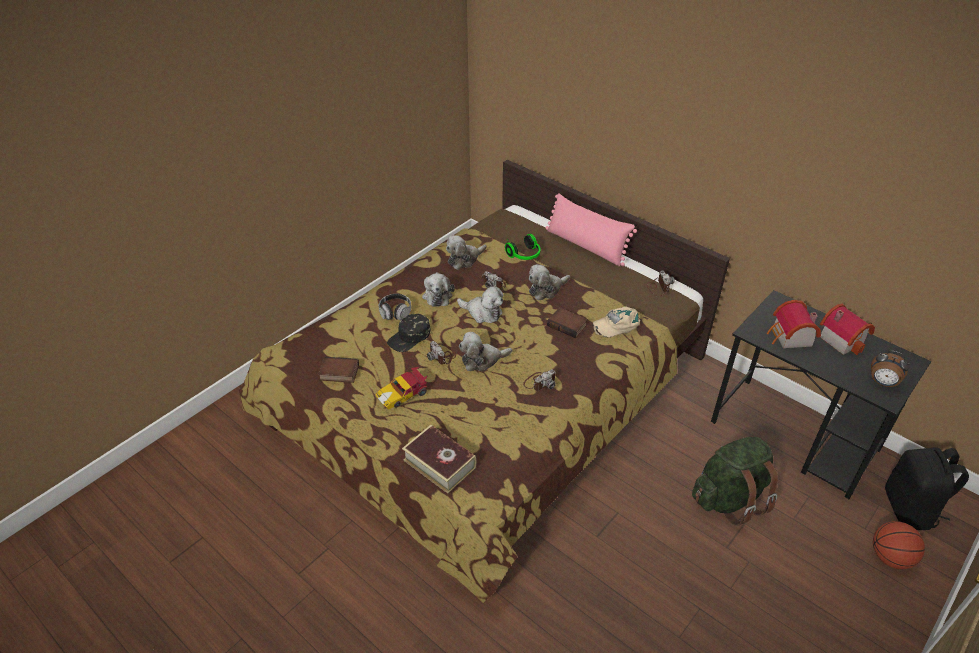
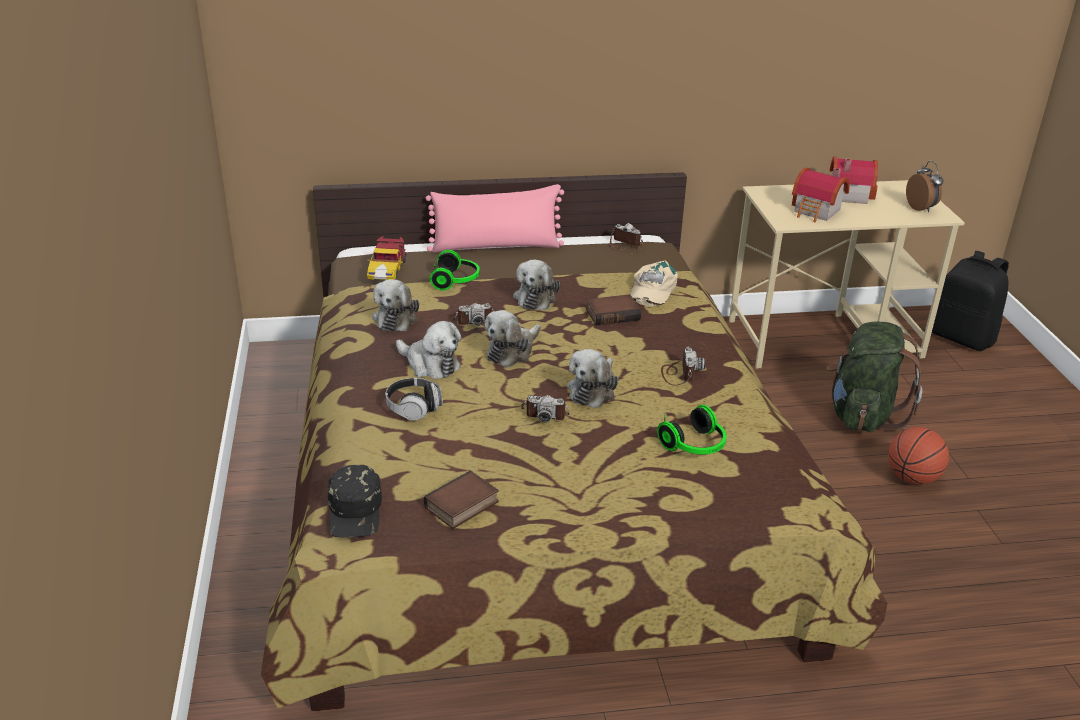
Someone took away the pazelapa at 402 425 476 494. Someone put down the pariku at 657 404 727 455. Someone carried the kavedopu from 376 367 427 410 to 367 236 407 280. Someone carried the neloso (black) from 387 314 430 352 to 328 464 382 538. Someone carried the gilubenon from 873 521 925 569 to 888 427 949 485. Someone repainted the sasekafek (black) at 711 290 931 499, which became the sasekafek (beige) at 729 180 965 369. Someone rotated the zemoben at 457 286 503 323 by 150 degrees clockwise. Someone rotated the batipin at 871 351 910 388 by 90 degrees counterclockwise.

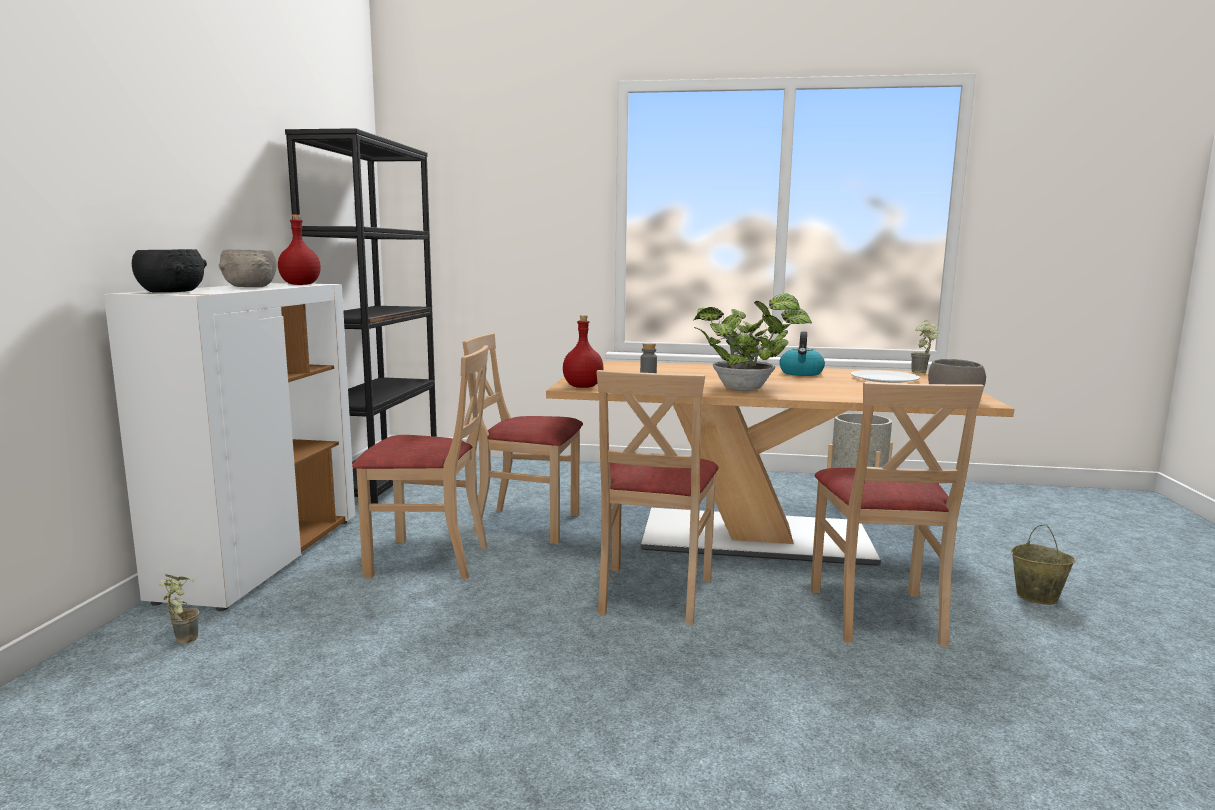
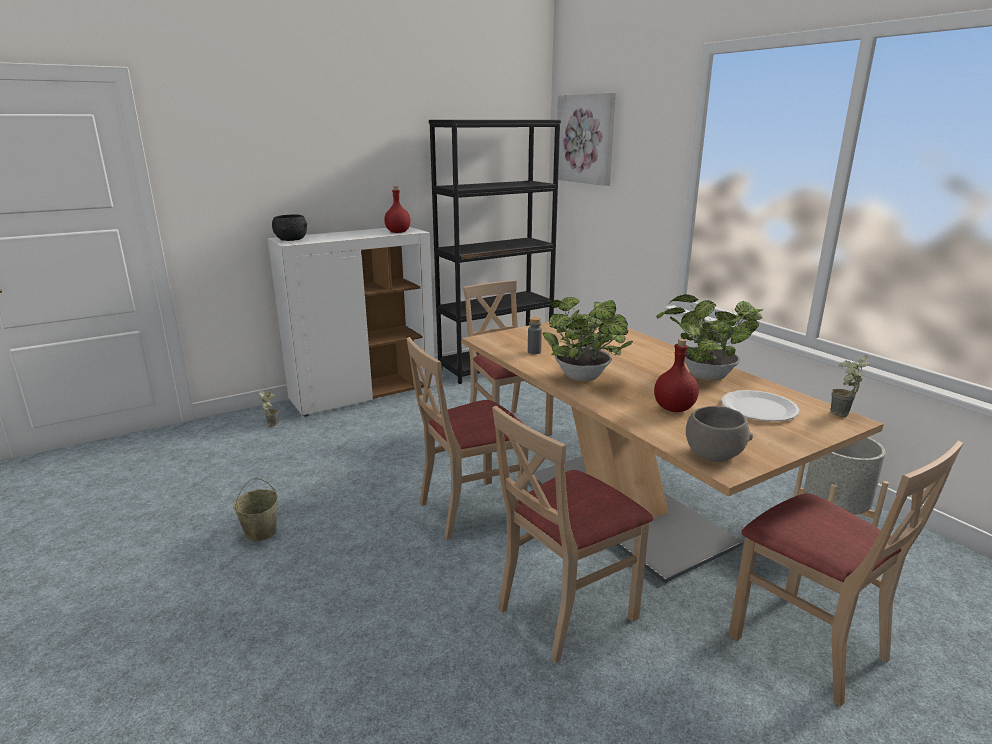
Someone took away the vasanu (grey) at 219 249 277 287. Someone put up the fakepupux at 557 93 616 186. Someone carried the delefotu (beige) from 352 345 489 579 to 728 440 963 707. Someone carried the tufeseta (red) from 563 315 604 388 to 654 339 699 412. Someone carried the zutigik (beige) from 1011 524 1075 605 to 233 478 278 541. Someone swapped the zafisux at 779 331 825 376 for the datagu at 656 294 763 380.

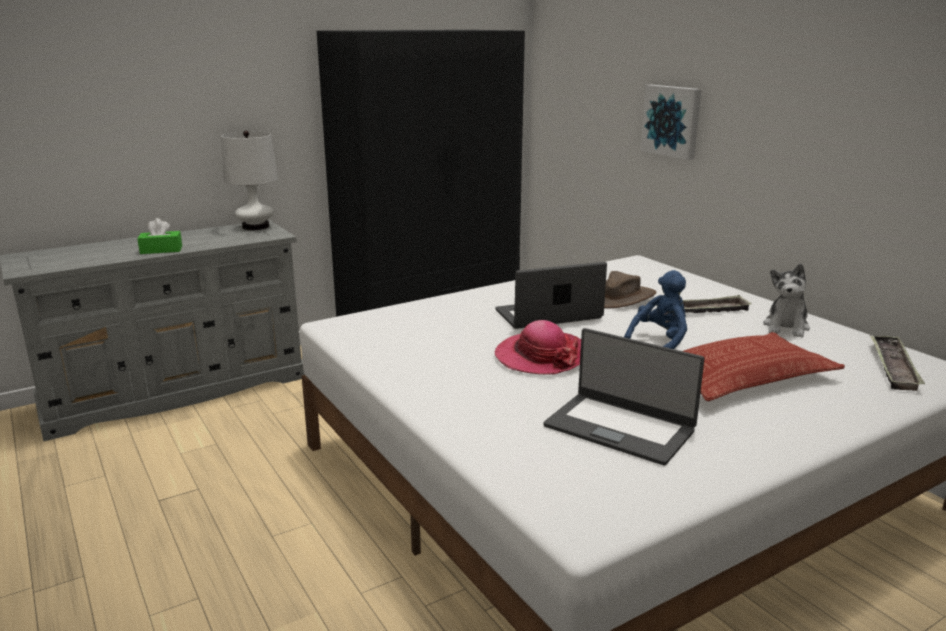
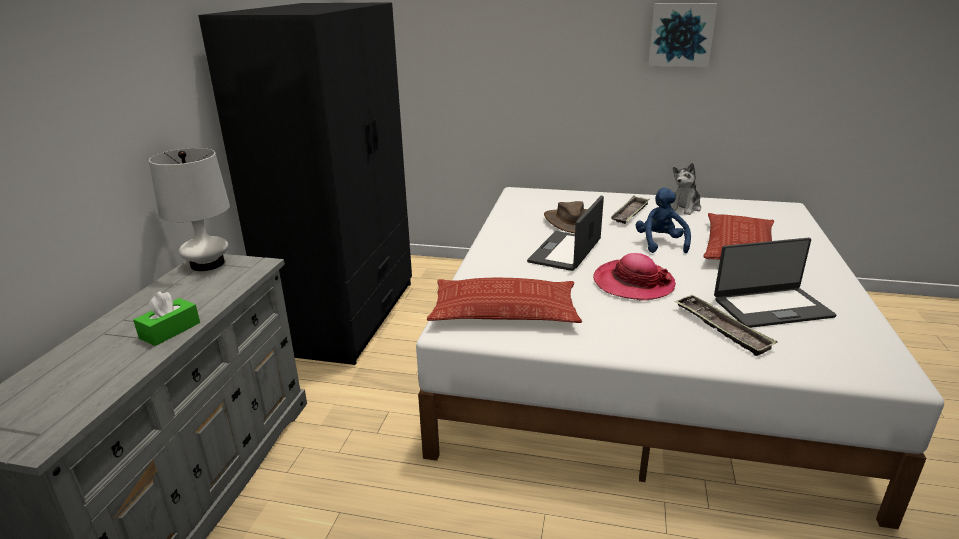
Someone put down the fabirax at 427 278 582 323. Someone carried the fakepupux from 641 85 701 160 to 648 3 717 67. Someone carried the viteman from 870 336 925 391 to 674 295 778 356. Someone rotated the zemoben at 763 264 810 338 by 60 degrees clockwise.

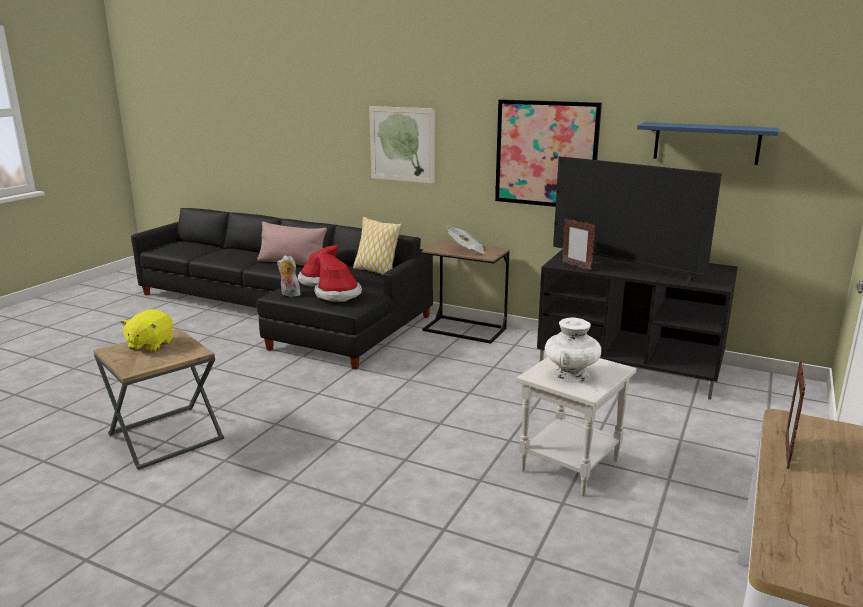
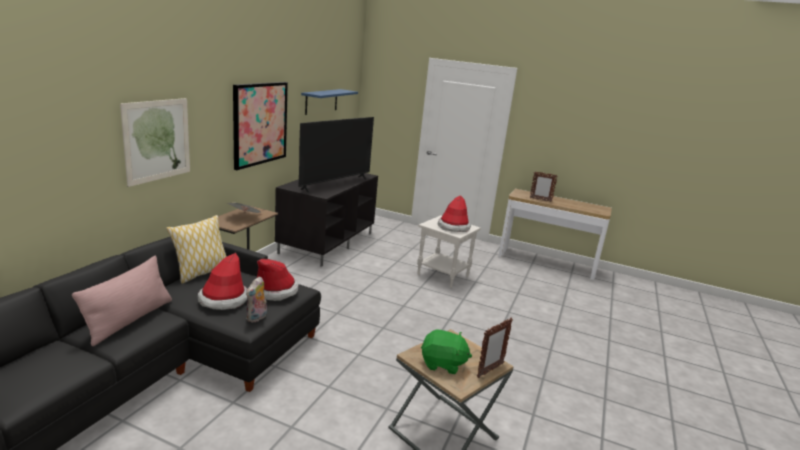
Someone carried the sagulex from 562 218 596 271 to 477 317 513 378. Someone swapped the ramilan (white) at 545 318 601 383 for the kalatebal at 438 195 471 232. Someone repainted the zemoben (yellow) at 121 309 173 352, which became the zemoben (green) at 421 329 472 374.

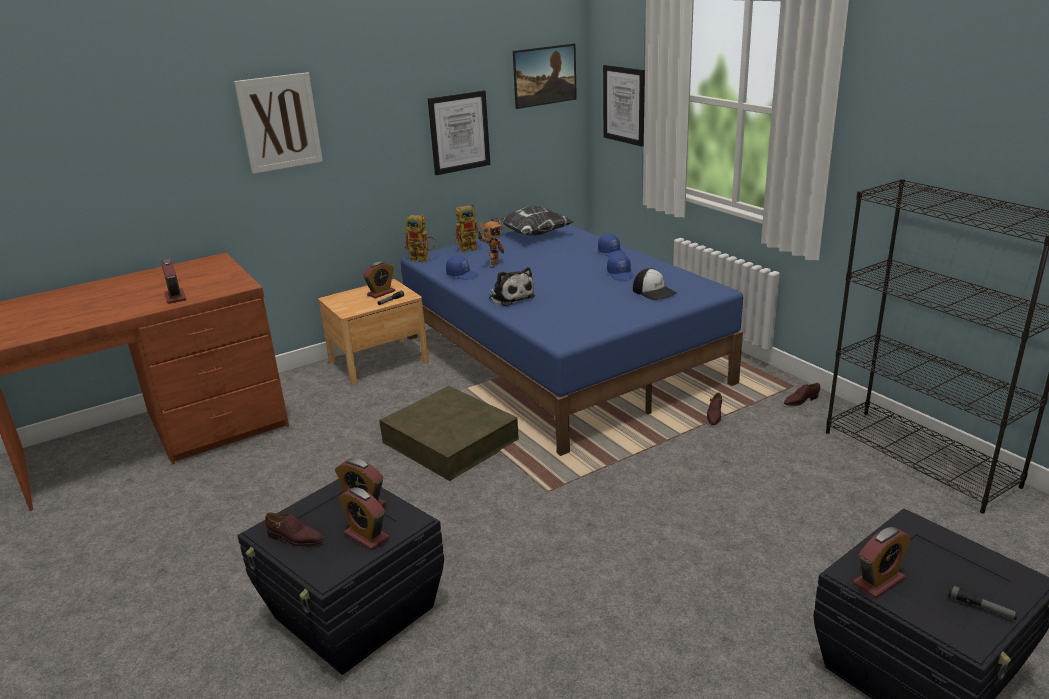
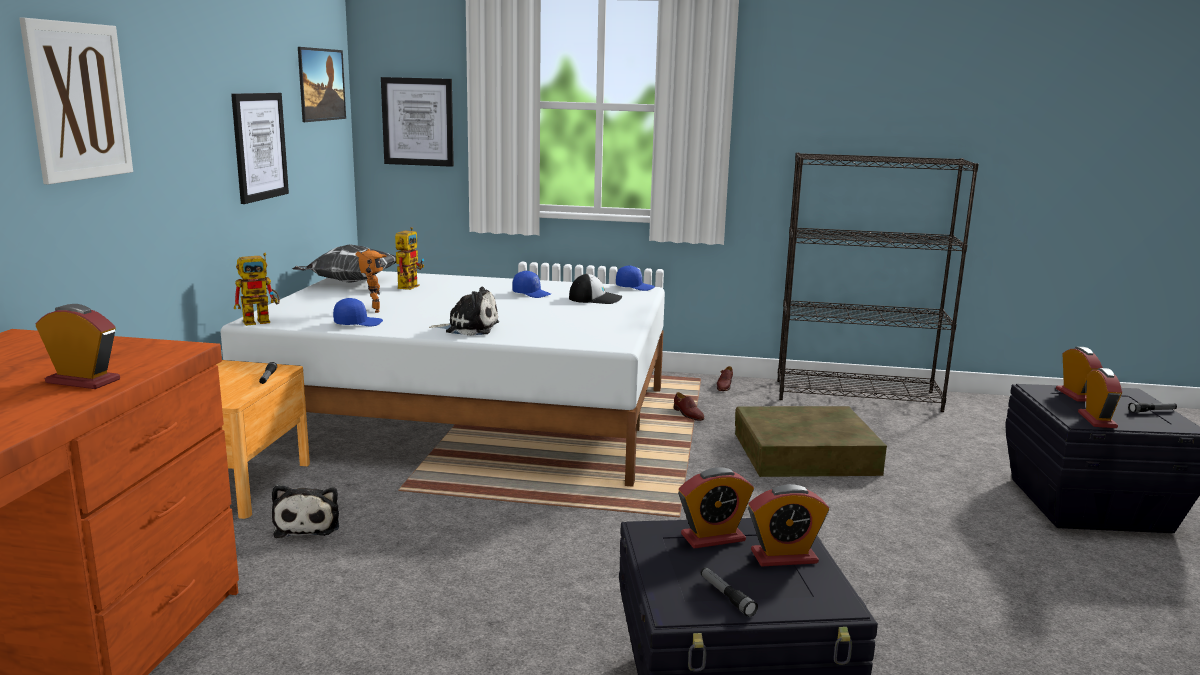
Someone put down the zemoben at 272 485 339 538. Someone carried the batipin from 363 262 395 299 to 1056 347 1103 402. Someone carried the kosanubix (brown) from 379 386 519 481 to 735 406 887 477. Someone carried the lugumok from 455 203 482 253 to 395 227 424 290. Someone carried the neloso (blue) from 598 234 626 258 to 616 265 655 291. Someone swapped the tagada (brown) at 265 512 323 546 for the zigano at 701 567 758 617. Someone repainted the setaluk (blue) at 400 225 743 456, which became the setaluk (white) at 221 271 665 487.

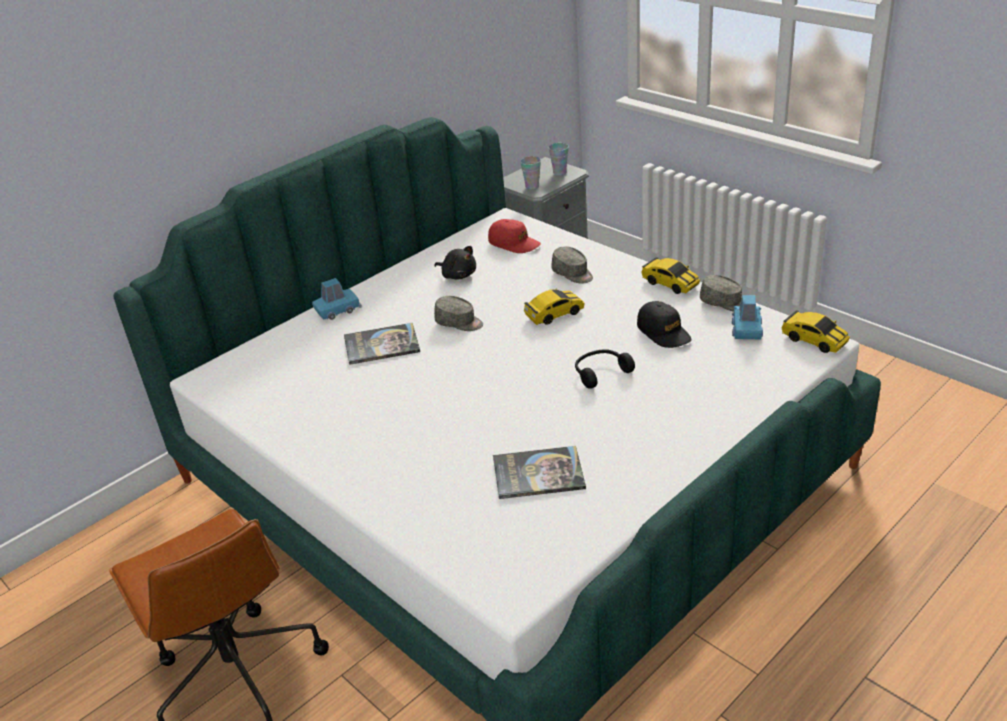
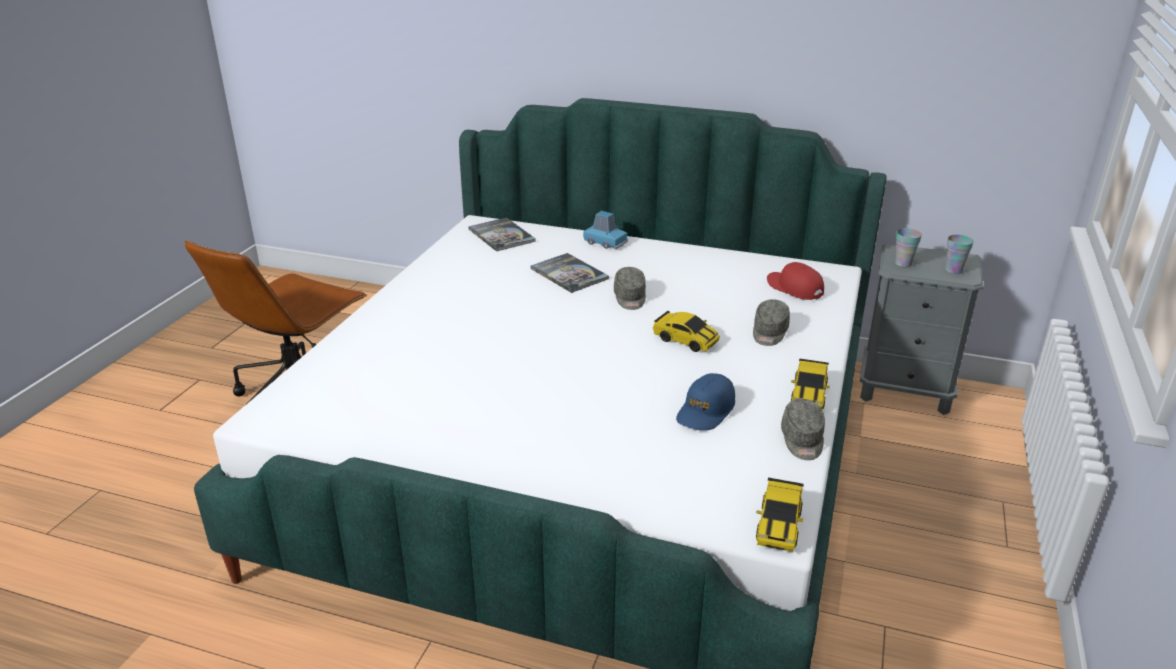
Someone took away the zemoben (black) at 434 246 476 279. Someone took away the pariku (black) at 575 349 635 389. Someone took away the kavedopu (blue) at 732 295 763 339. Someone carried the pazelapa from 493 446 586 499 to 468 217 536 251. Someone repainted the neloso (black) at 637 301 691 348, which became the neloso (blue) at 676 373 735 431. Someone rotated the neloso (red) at 488 219 541 253 by 135 degrees clockwise.

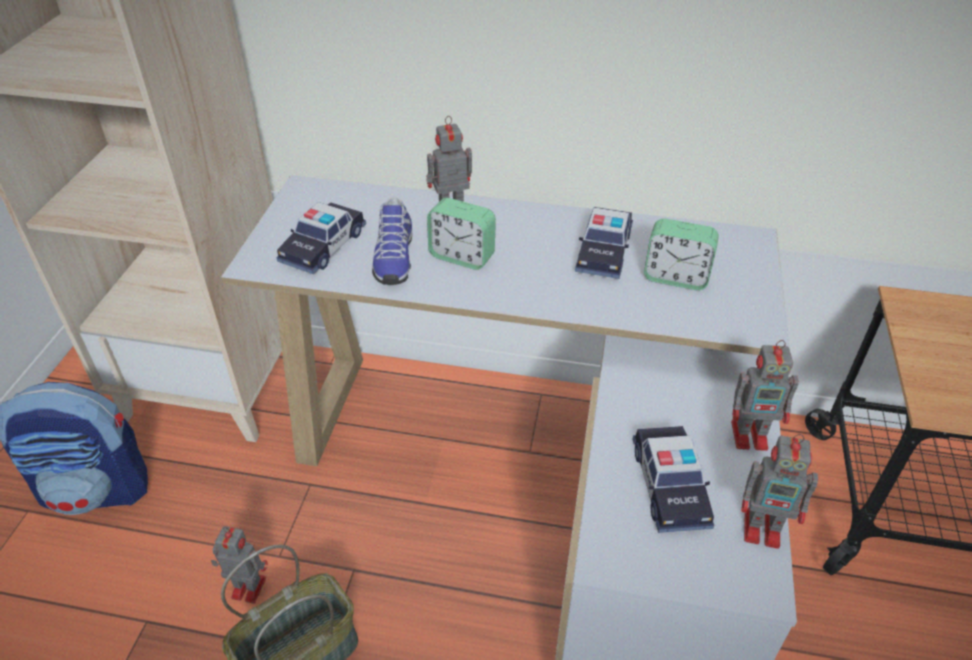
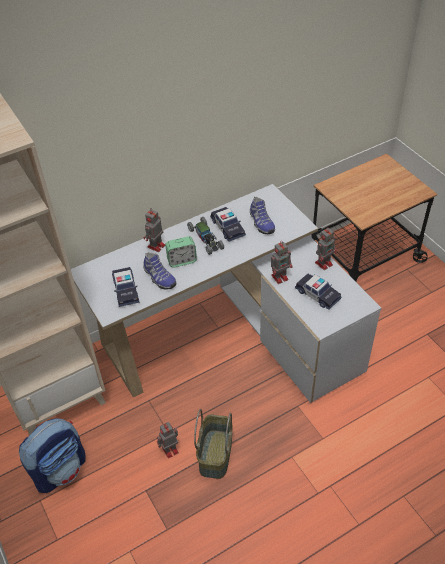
Someone put down the kavedopu at 187 217 224 255. Someone carried the lugumok from 741 434 818 549 to 271 242 292 284. Someone swapped the batipin at 644 219 719 290 for the tagada at 250 197 275 234.

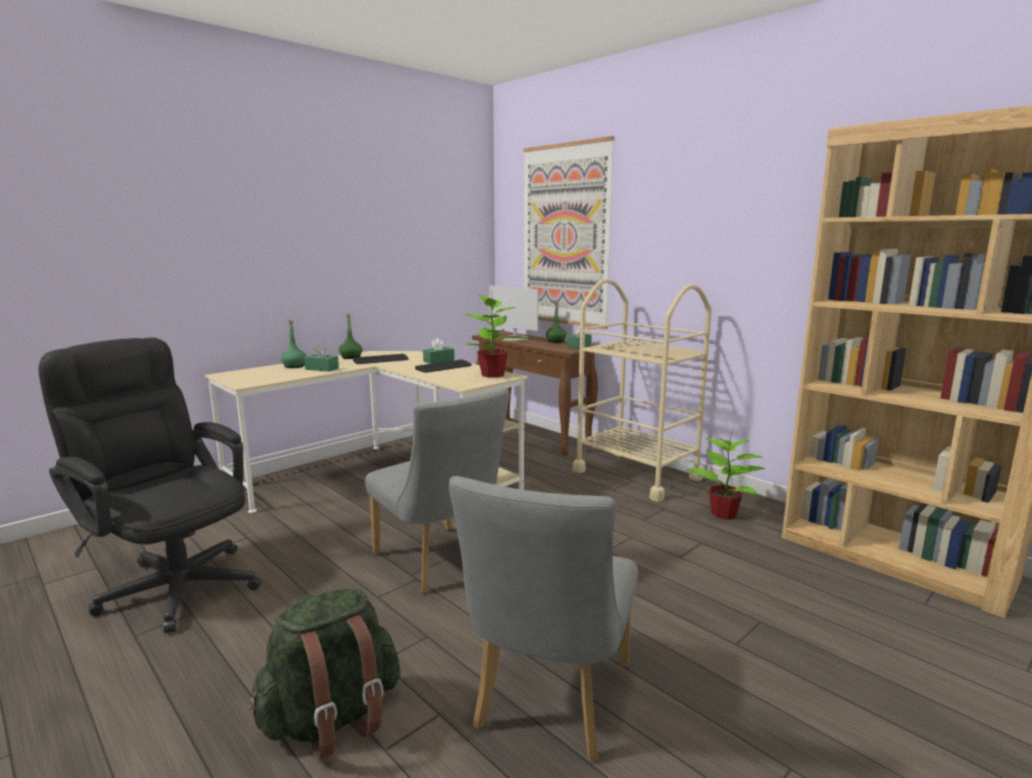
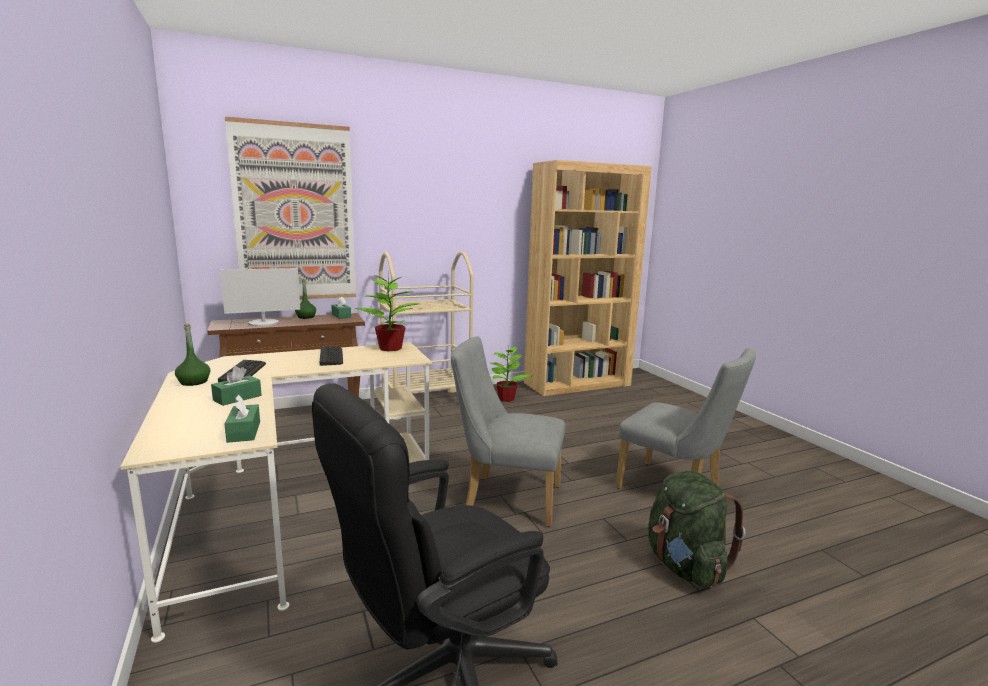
Someone took away the tufeseta (green) at 281 320 307 368. Someone carried the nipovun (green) from 423 338 454 364 to 224 395 260 443. Someone rotated the delefotu (grey) at 365 388 510 594 by 150 degrees counterclockwise.

